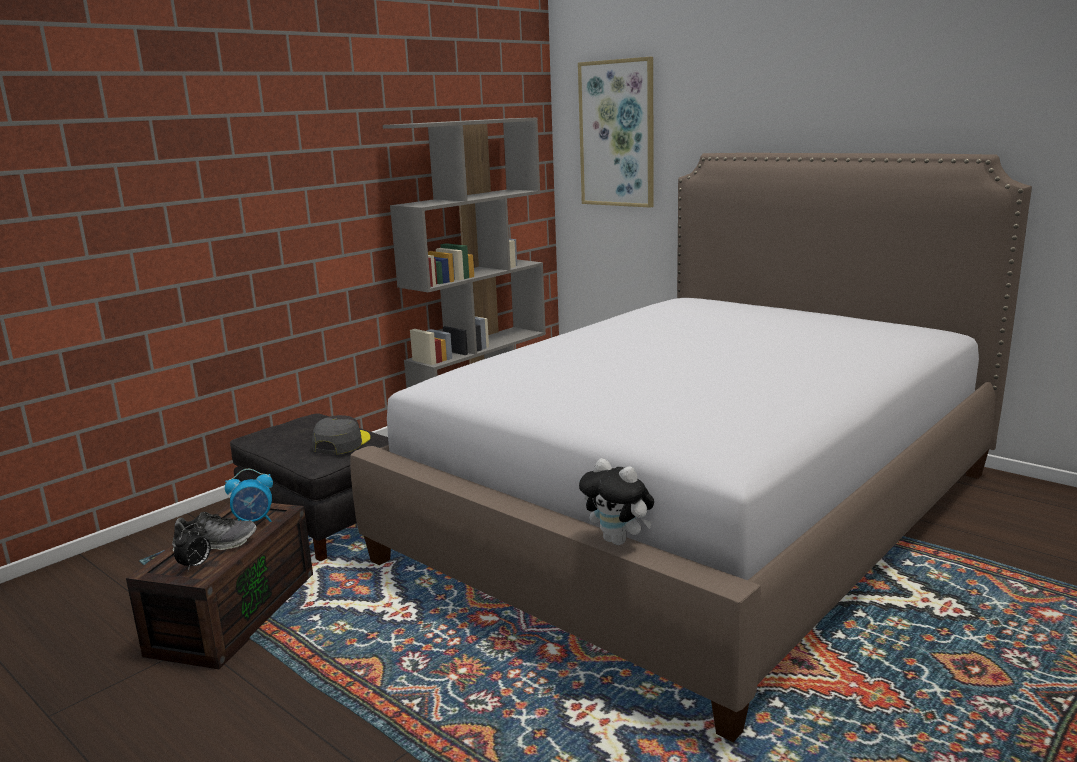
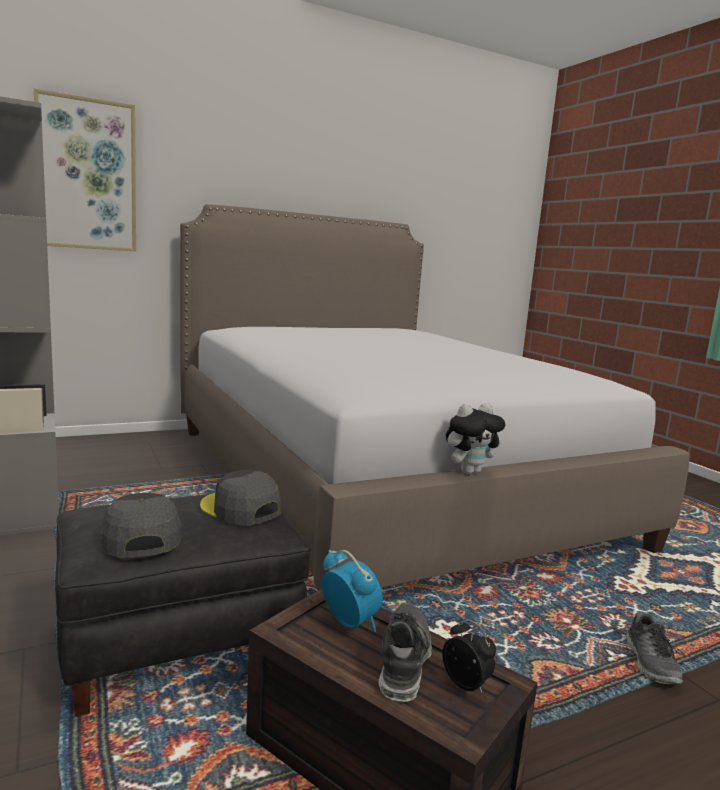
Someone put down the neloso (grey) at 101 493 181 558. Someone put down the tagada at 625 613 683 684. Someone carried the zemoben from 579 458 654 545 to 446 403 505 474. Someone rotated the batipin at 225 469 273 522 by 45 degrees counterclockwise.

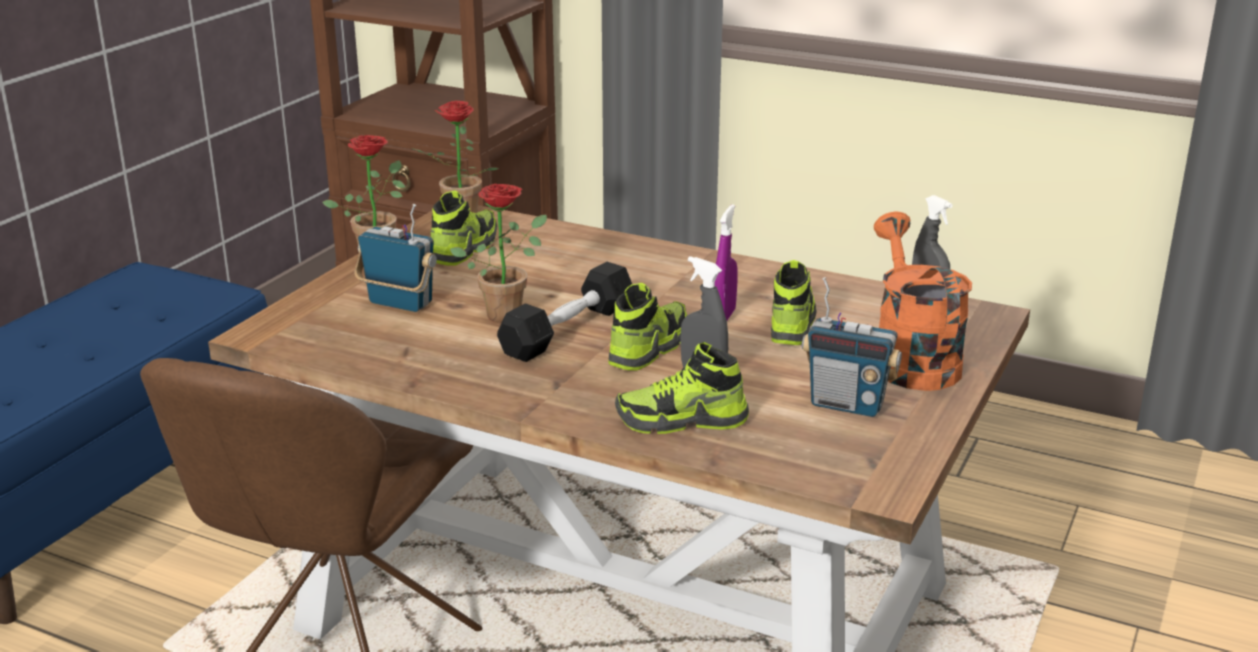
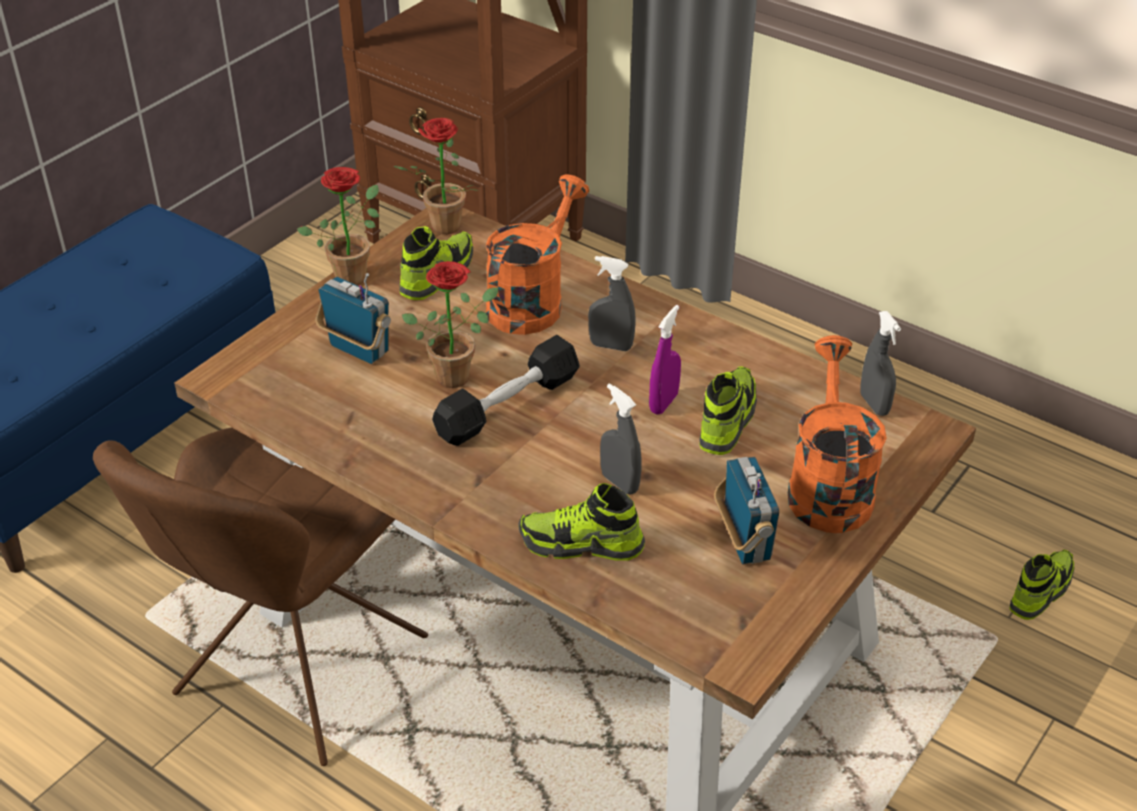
Someone put down the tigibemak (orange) at 486 174 589 335. Someone put down the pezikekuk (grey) at 588 256 636 351. Someone carried the tagada from 609 283 687 370 to 1010 549 1075 620. Someone rotated the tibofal at 802 277 902 417 by 135 degrees counterclockwise.

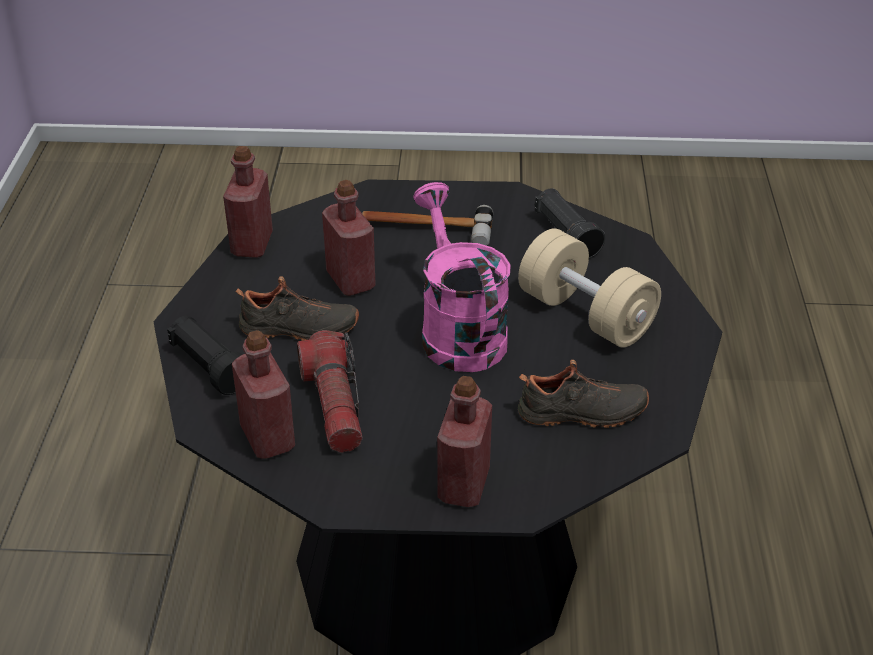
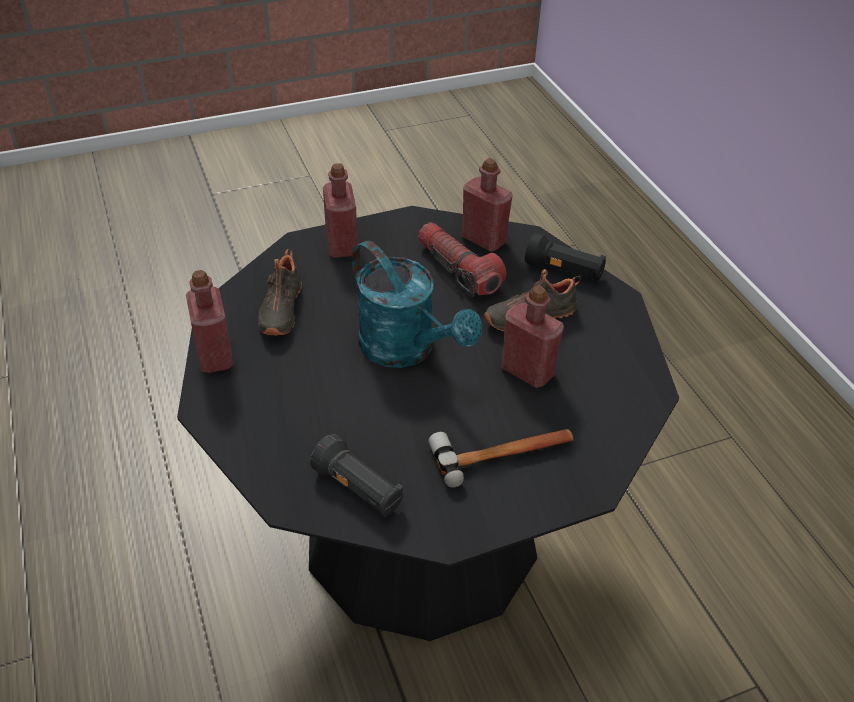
Someone took away the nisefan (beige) at 518 228 661 348. Someone carried the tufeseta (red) from 223 146 273 258 to 186 270 234 373. Someone repainted the tigibemak (pink) at 413 182 511 372, which became the tigibemak (turquoise) at 352 241 482 368. Someone rotated the tagada (black) at 518 360 649 428 by 60 degrees counterclockwise.

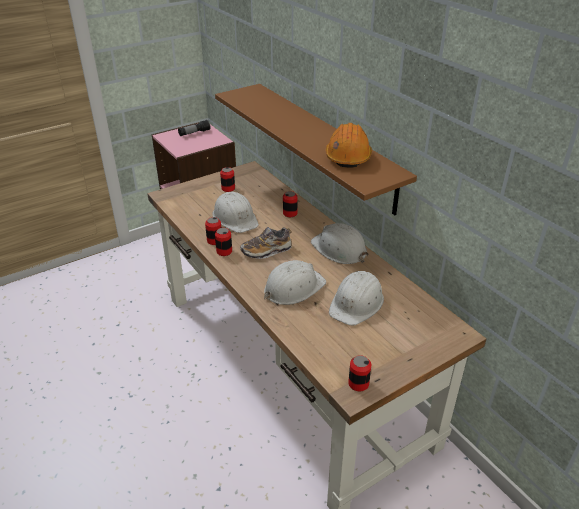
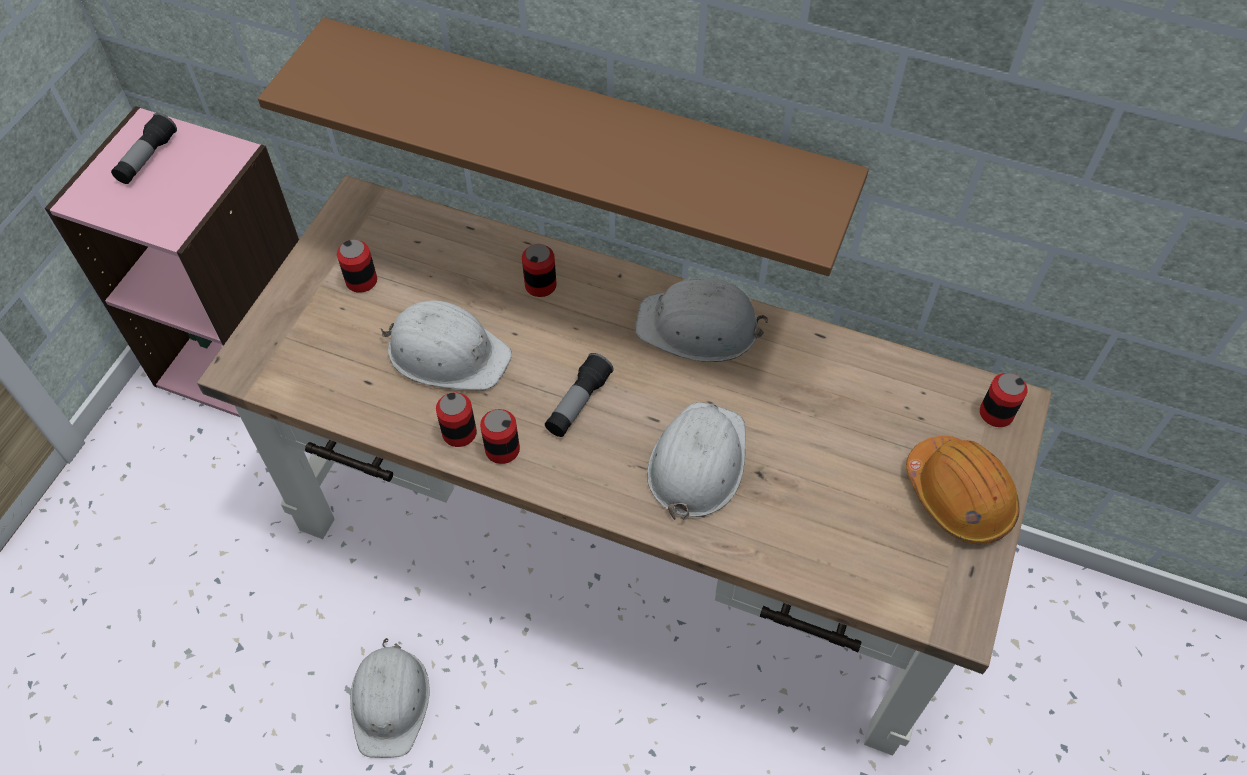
Someone carried the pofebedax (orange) from 326 123 372 168 to 906 436 1020 544. Someone carried the pofebedax (white) from 329 271 384 326 to 350 638 430 758. Someone carried the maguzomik from 348 355 371 391 to 980 373 1028 427. Someone swapped the tagada at 240 227 291 259 for the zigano at 545 353 614 437.

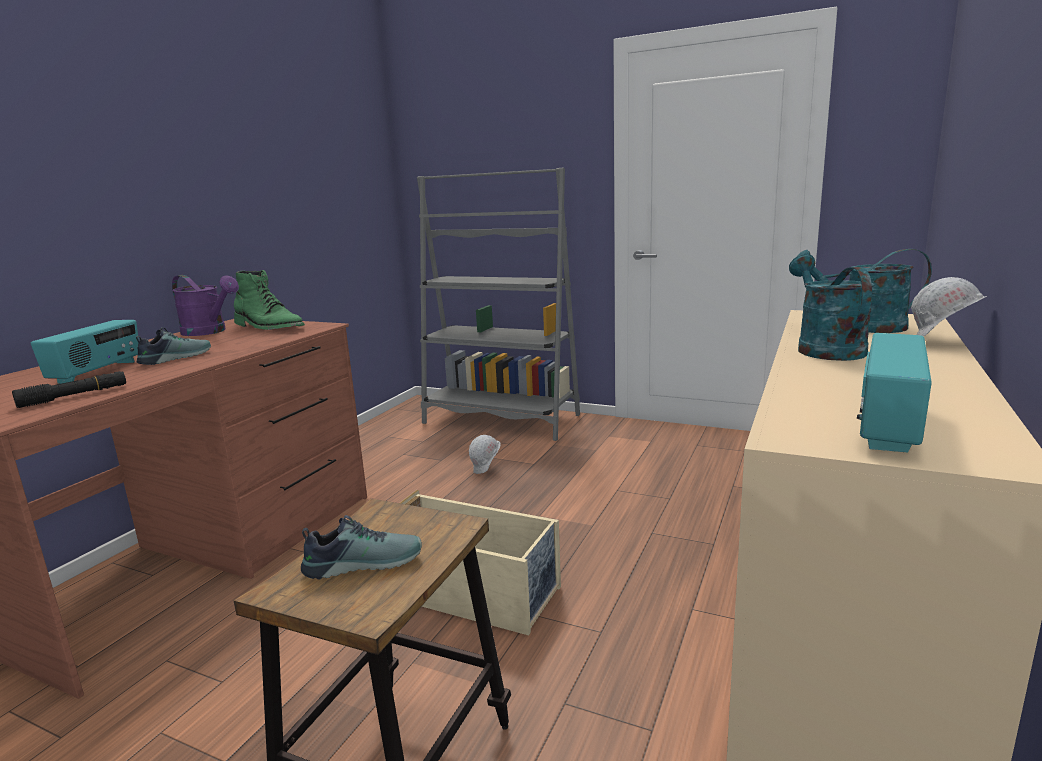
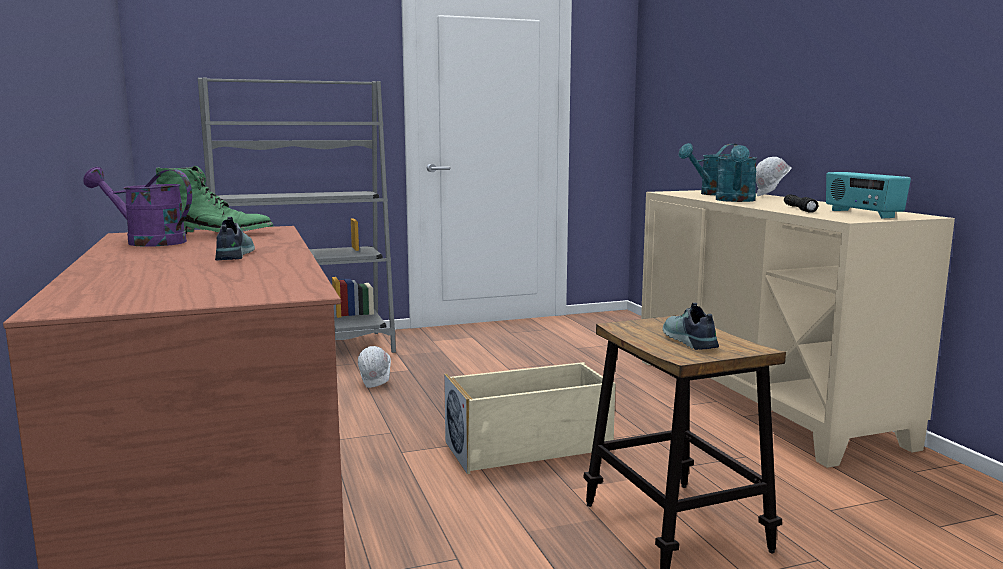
Someone took away the tibofal at 31 320 139 384. Someone carried the zigano (black) from 12 371 126 408 to 784 194 819 213. Someone rotated the tigibemak (purple) at 172 275 239 336 by 150 degrees counterclockwise. Someone rotated the tagada at 301 515 422 579 by 45 degrees counterclockwise. Someone rotated the tigibemak (turquoise) at 789 254 875 361 by 120 degrees counterclockwise.

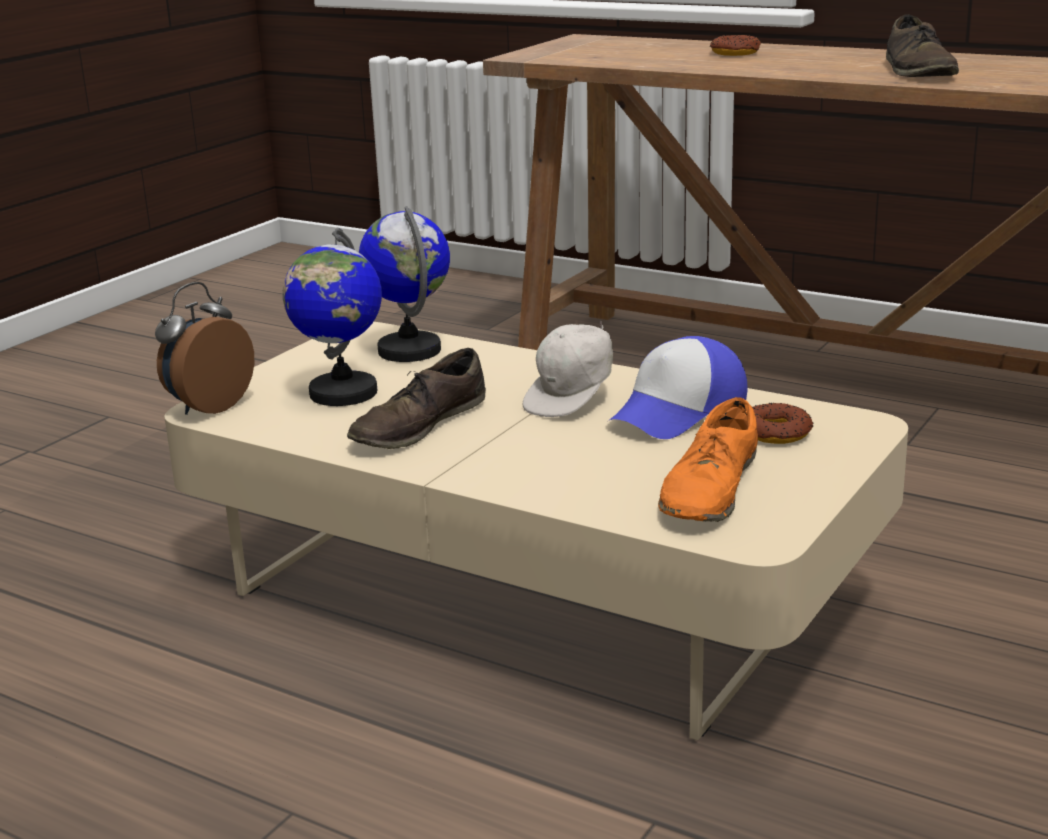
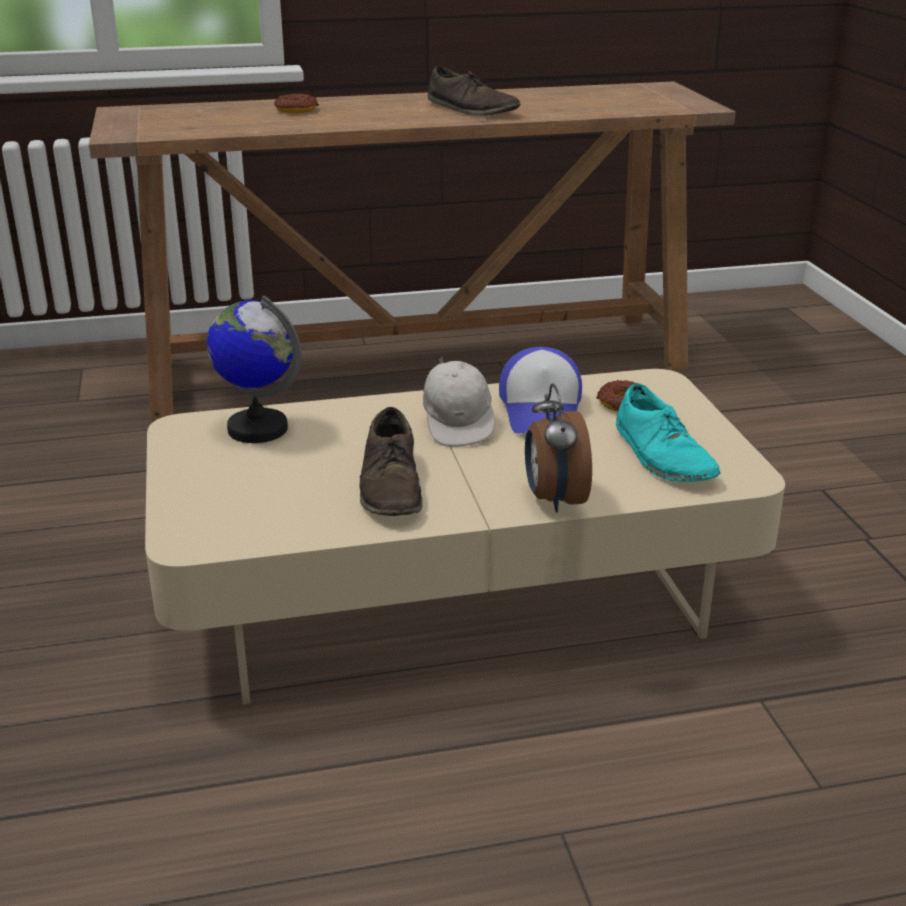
Someone took away the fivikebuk at 283 228 382 406. Someone carried the batipin from 155 282 254 415 to 525 383 592 512. Someone repainted the tagada (orange) at 658 397 758 522, which became the tagada (turquoise) at 616 383 720 482.

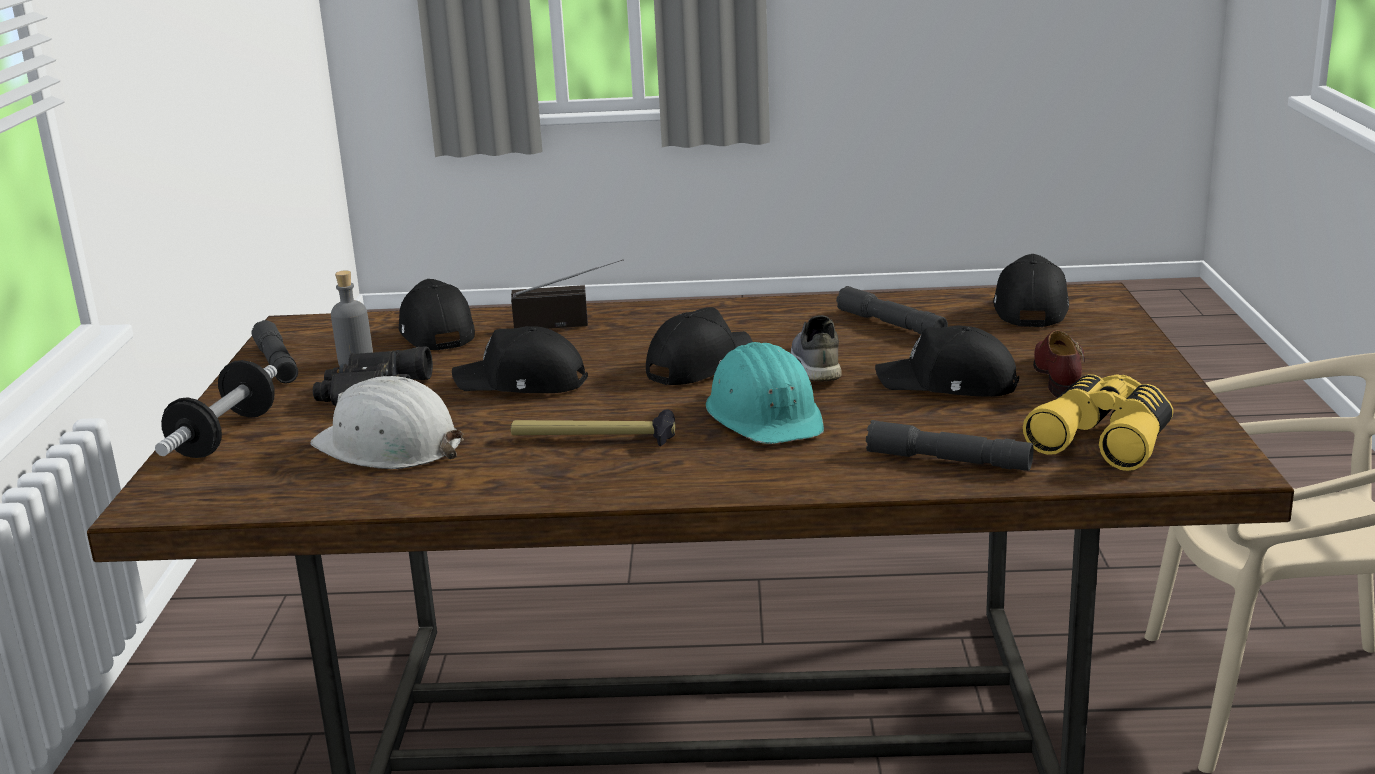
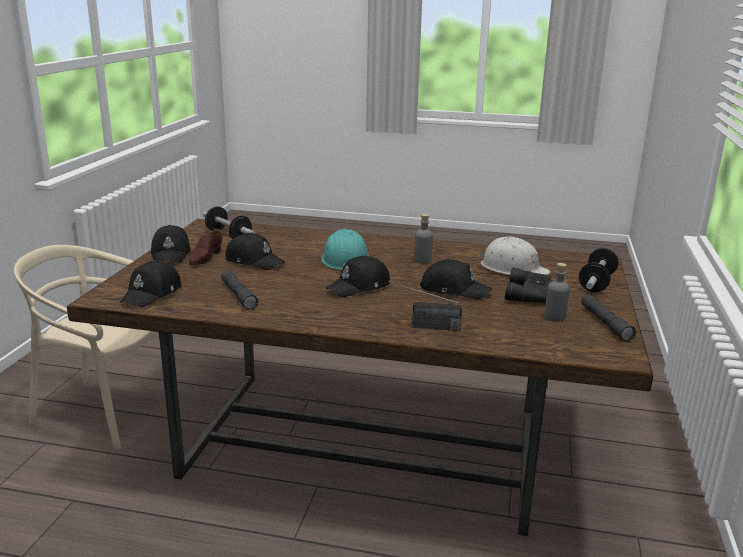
Someone took away the tagada (grey) at 791 315 842 381. Someone took away the zigano (grey) at 866 420 1034 471. Someone carried the neloso (black) from 399 279 475 350 to 151 225 191 263. Someone swapped the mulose at 511 409 675 446 for the tufeseta (grey) at 414 214 433 263. Someone swapped the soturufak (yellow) at 1023 374 1173 471 for the nisefan at 203 206 255 239.

